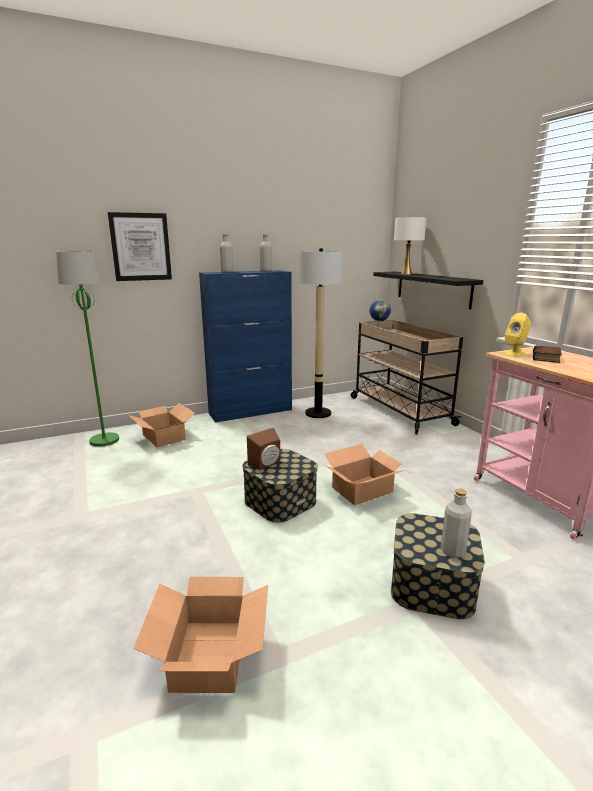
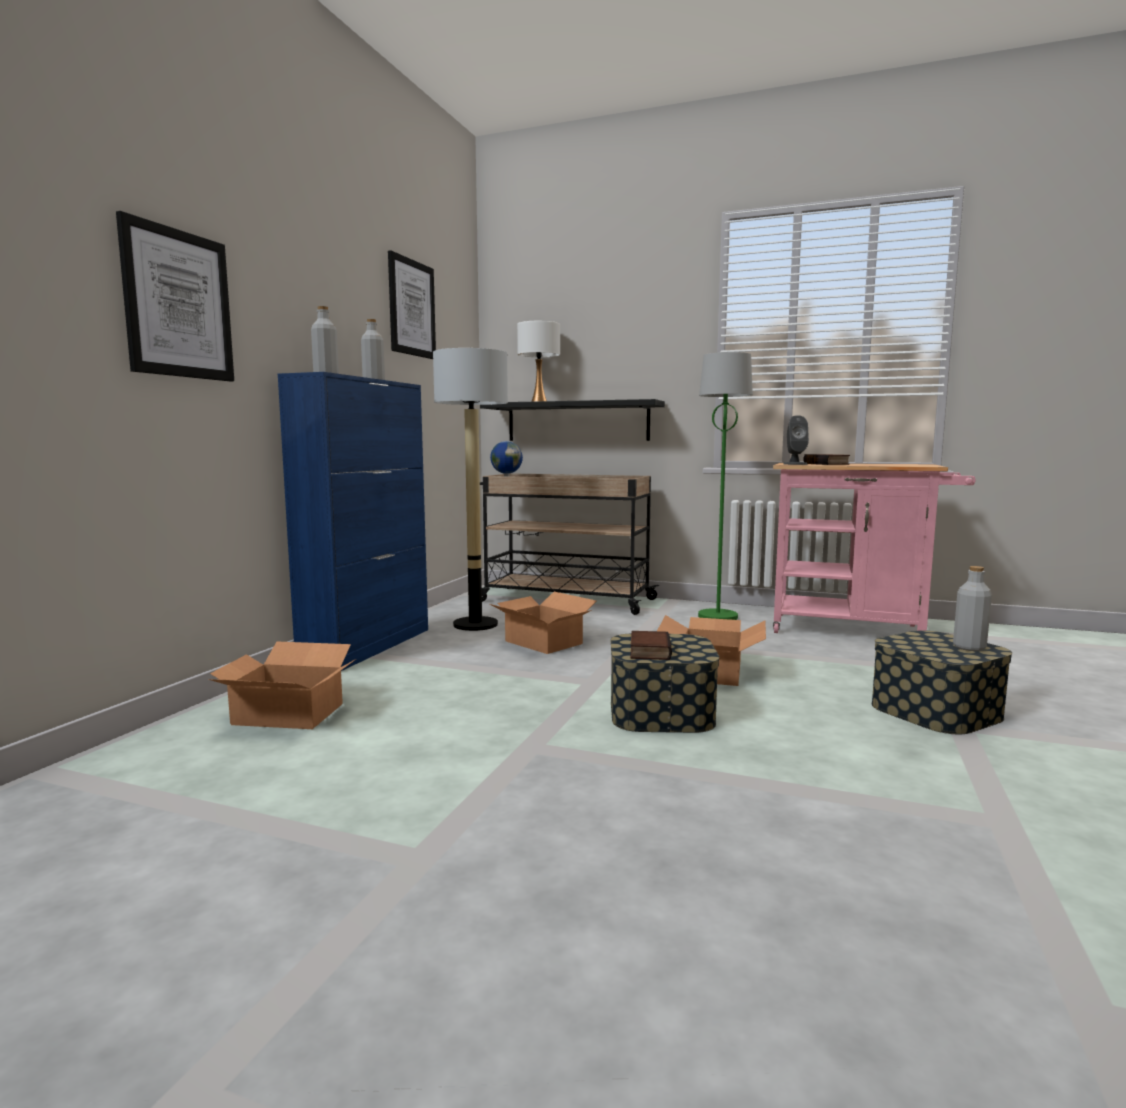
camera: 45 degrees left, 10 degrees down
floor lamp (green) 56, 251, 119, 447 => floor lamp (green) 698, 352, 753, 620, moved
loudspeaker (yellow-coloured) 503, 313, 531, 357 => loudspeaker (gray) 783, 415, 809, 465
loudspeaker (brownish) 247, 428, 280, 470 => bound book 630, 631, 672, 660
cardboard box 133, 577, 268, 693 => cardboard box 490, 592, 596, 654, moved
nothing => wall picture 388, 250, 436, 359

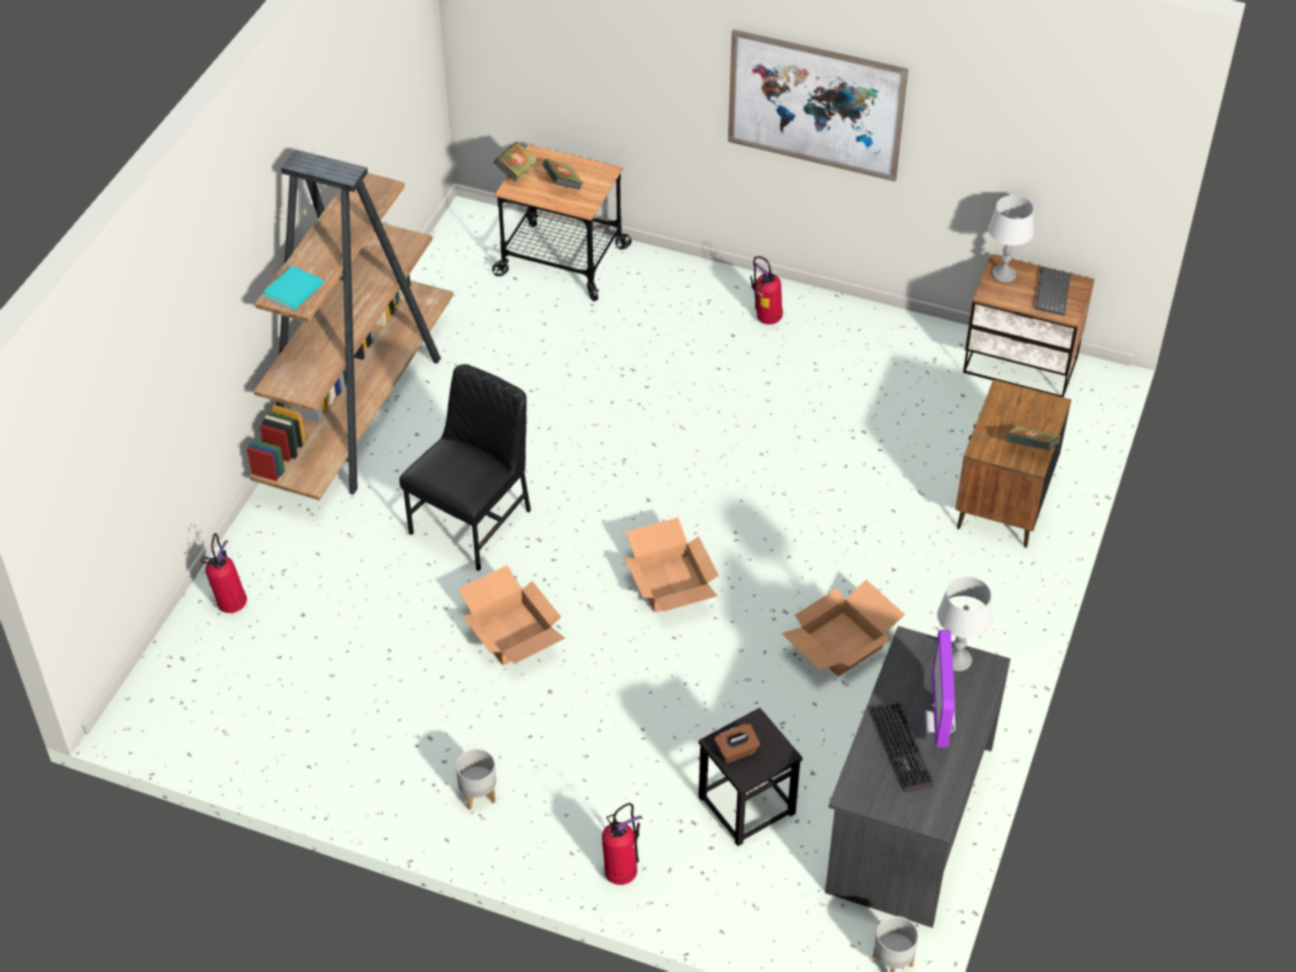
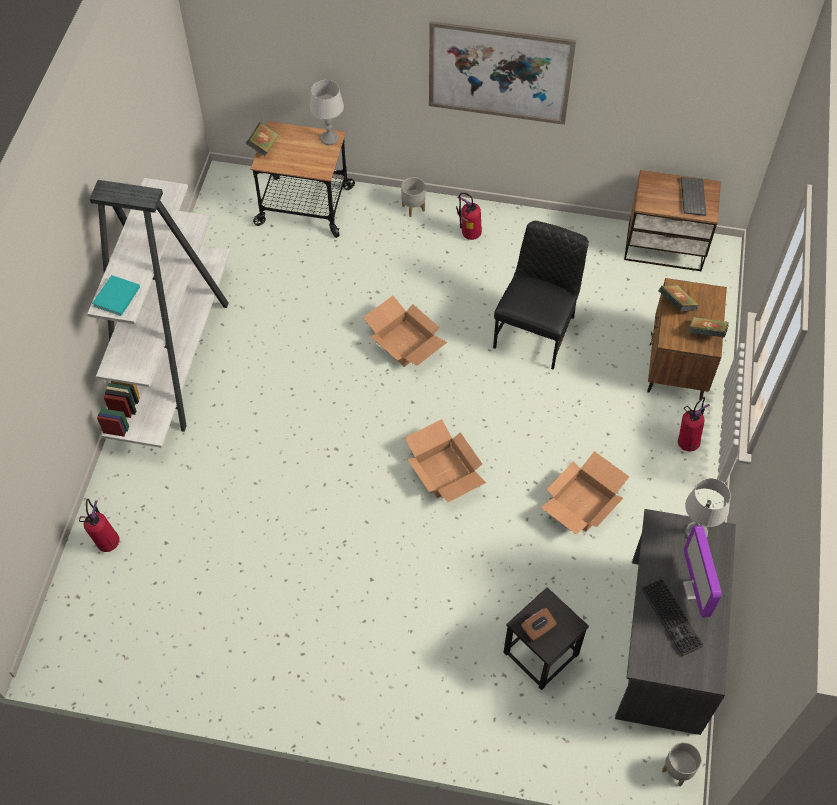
camera: 10 degrees left, 10 degrees up
shelving unit (brownish) 247, 149, 454, 501 => shelving unit (white) 87, 178, 230, 448
bound book 542, 159, 584, 190 => bound book 659, 285, 700, 311, moved
lamp for a table (gray) 988, 195, 1034, 283 => lamp for a table (gray) 309, 80, 344, 145, moved
chair (black-coloured) 399, 364, 531, 571 => chair (black-coloured) 493, 221, 589, 370, moved
cardboard box 458, 565, 565, 665 => cardboard box 363, 296, 447, 367, moved
plant pot (gray) 456, 749, 496, 810 => plant pot (gray) 401, 177, 425, 217, moved
extinguisher 602, 803, 643, 885 => extinguisher 678, 397, 710, 451, moved

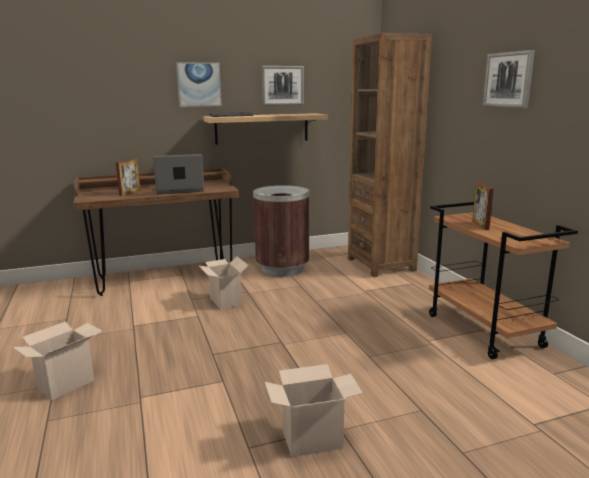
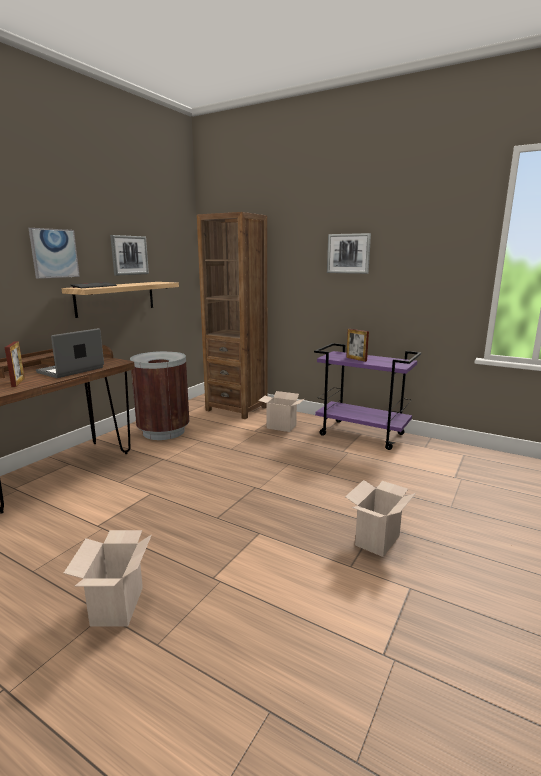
camera: 40 degrees left, 0 degrees up
cart (brownish) 429, 202, 578, 359 => cart (purple-coloured) 314, 343, 421, 450
cardboard box 198, 256, 249, 310 => cardboard box 258, 391, 304, 432, moved

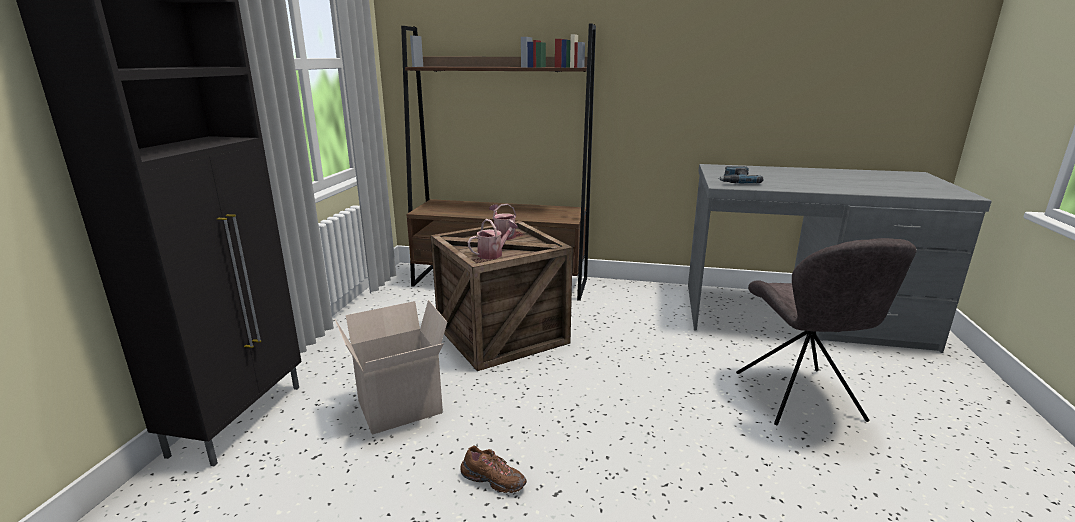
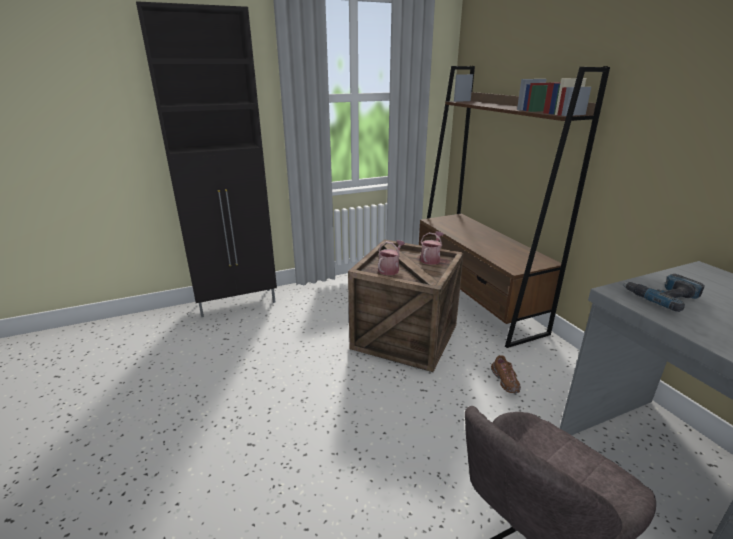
camera: 55 degrees right, 5 degrees up
watering can 468, 219, 518, 260 => watering can 378, 240, 405, 275, 75 degrees counterclockwise
cardboard box 335, 300, 447, 435 => nothing
shoe (brownish) 460, 446, 527, 493 => shoe (brownish) 491, 355, 521, 393, moved

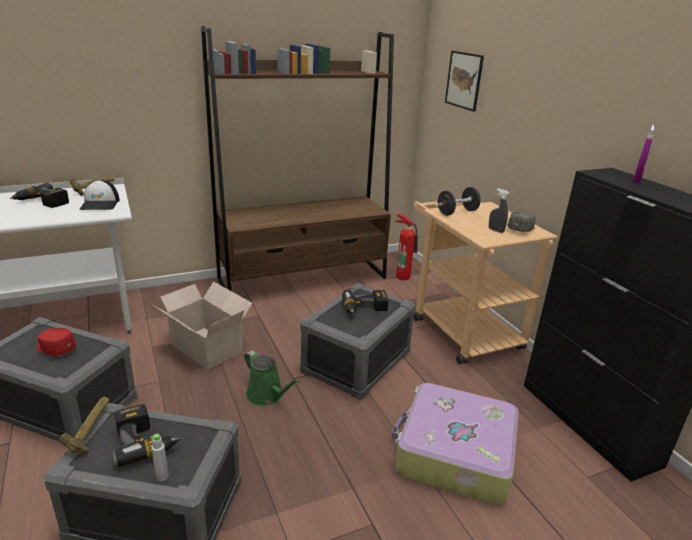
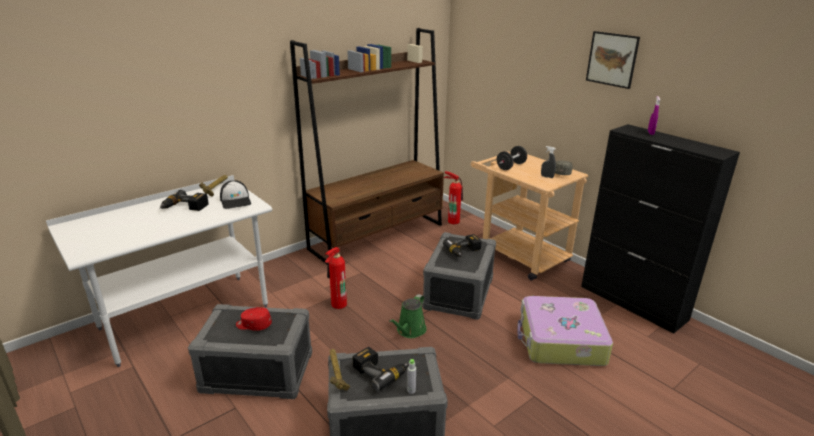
camera: 15 degrees left, 0 degrees up
wall picture 445, 51, 484, 112 => wall picture 586, 31, 640, 89, moved
cardboard box 153, 281, 252, 370 => extinguisher 325, 247, 347, 309
watering can (green) 244, 351, 300, 406 => watering can (green) 389, 294, 427, 338, 90 degrees clockwise

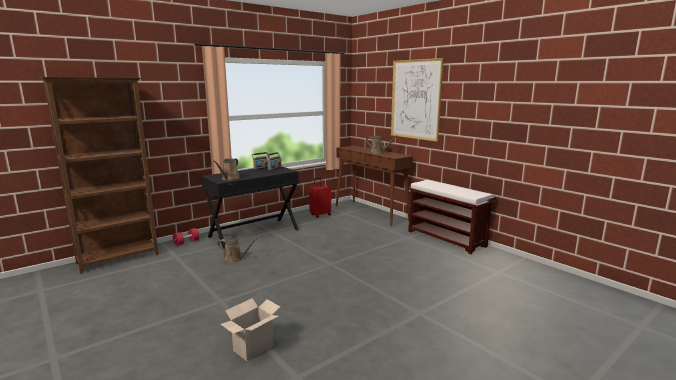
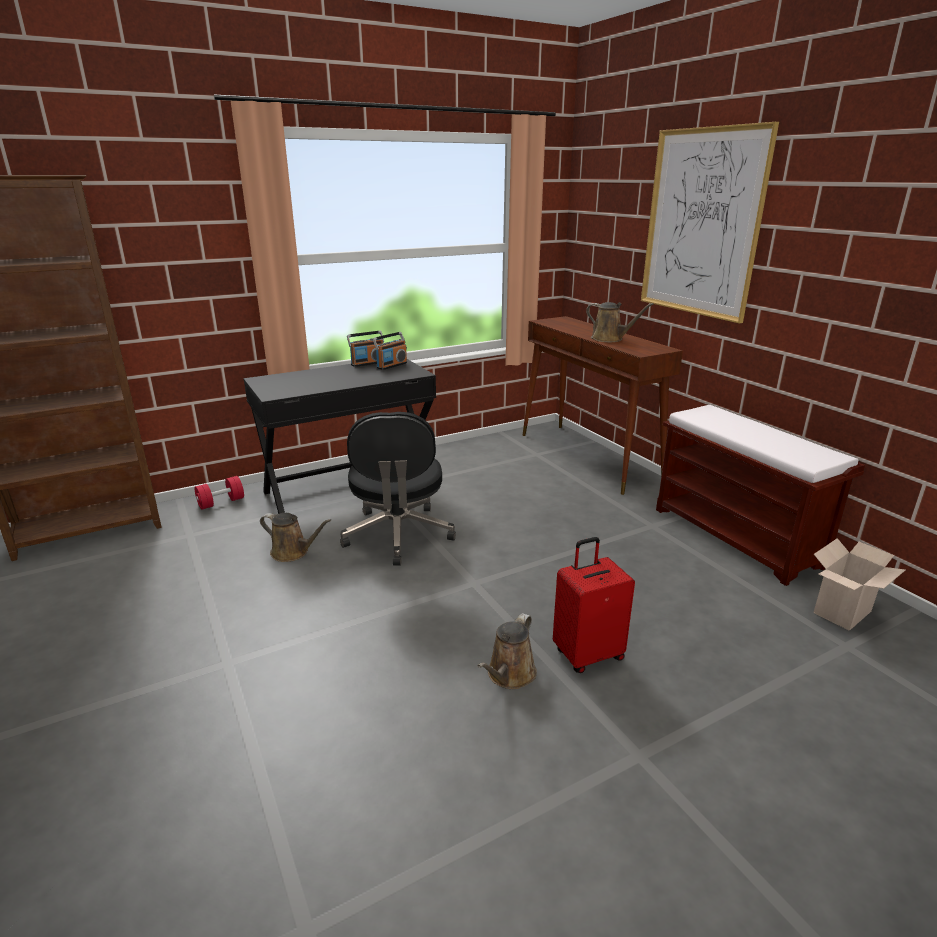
camera: 10 degrees right, 10 degrees up
watering can (brownish) 213, 158, 240, 181 => watering can (brownish) 477, 613, 537, 689, moved
travel case (red-coloured) 309, 177, 331, 218 => travel case (red-coloured) 553, 537, 635, 673, moved
cardboard box 220, 298, 280, 361 => cardboard box 814, 538, 905, 631, moved
nothing => desk chair (black-coloured) 340, 412, 456, 566

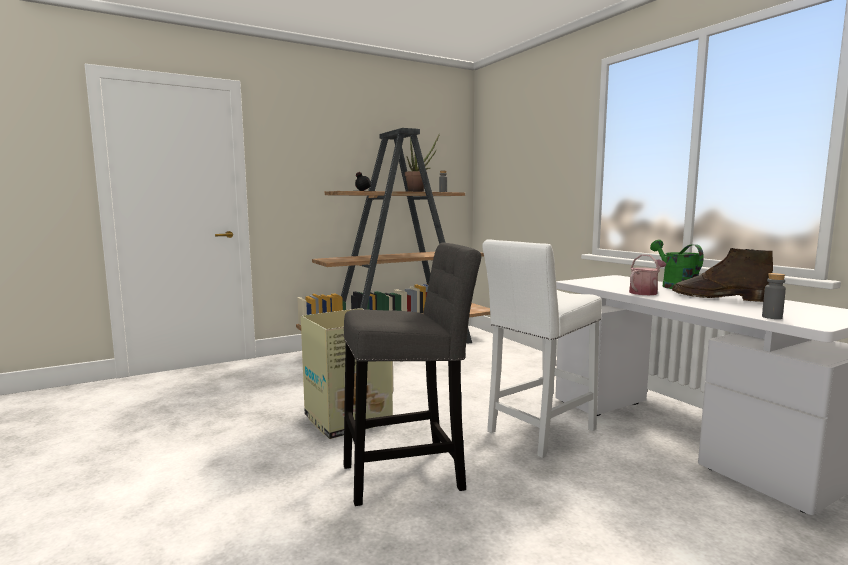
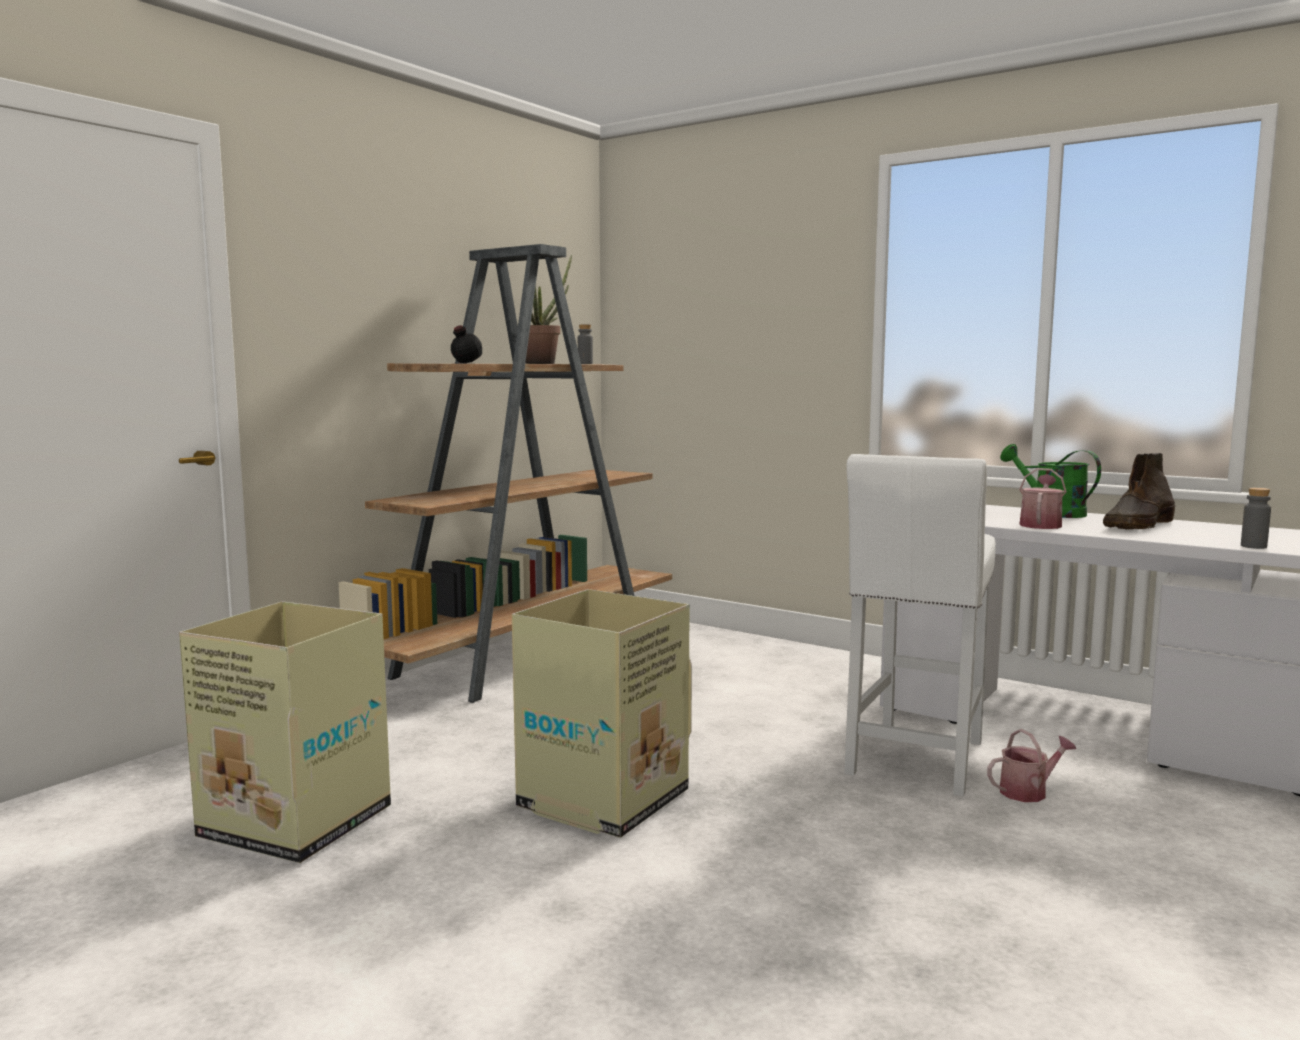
camera: 25 degrees left, 0 degrees up
sitting stool (gray) 344, 243, 481, 506 => nothing
boot (brownish) 672, 248, 773, 302 => boot (brownish) 1103, 453, 1175, 529, 45 degrees counterclockwise
nothing => cardboard box 179, 601, 391, 863
nothing => watering can 987, 729, 1076, 802

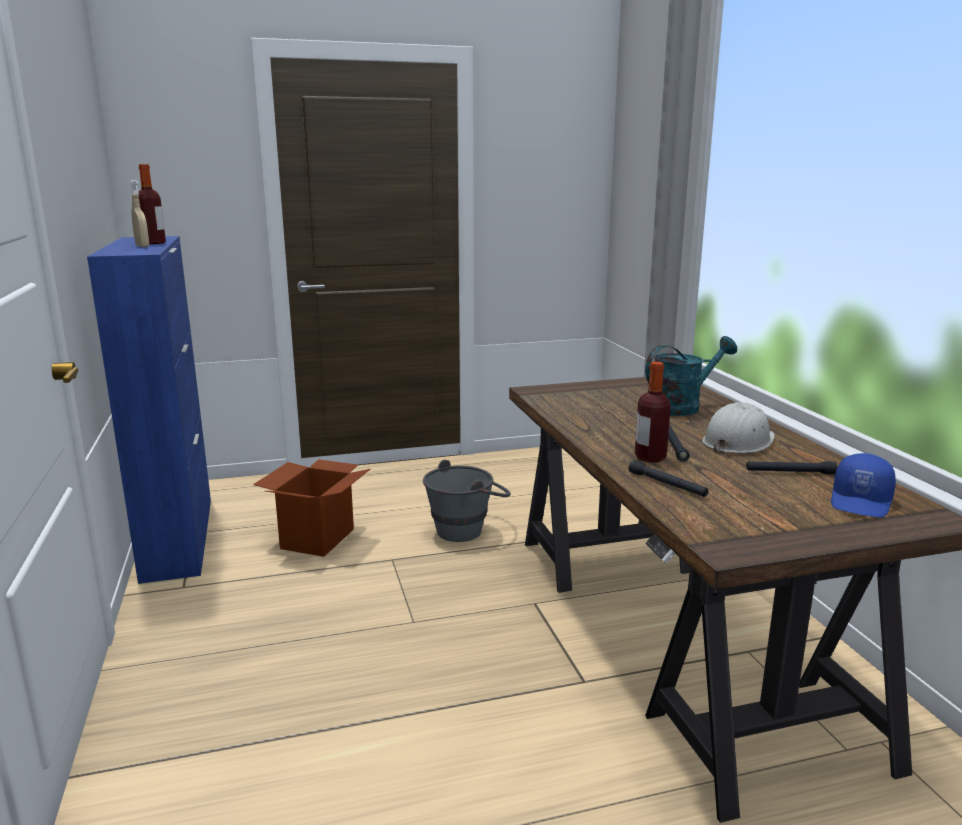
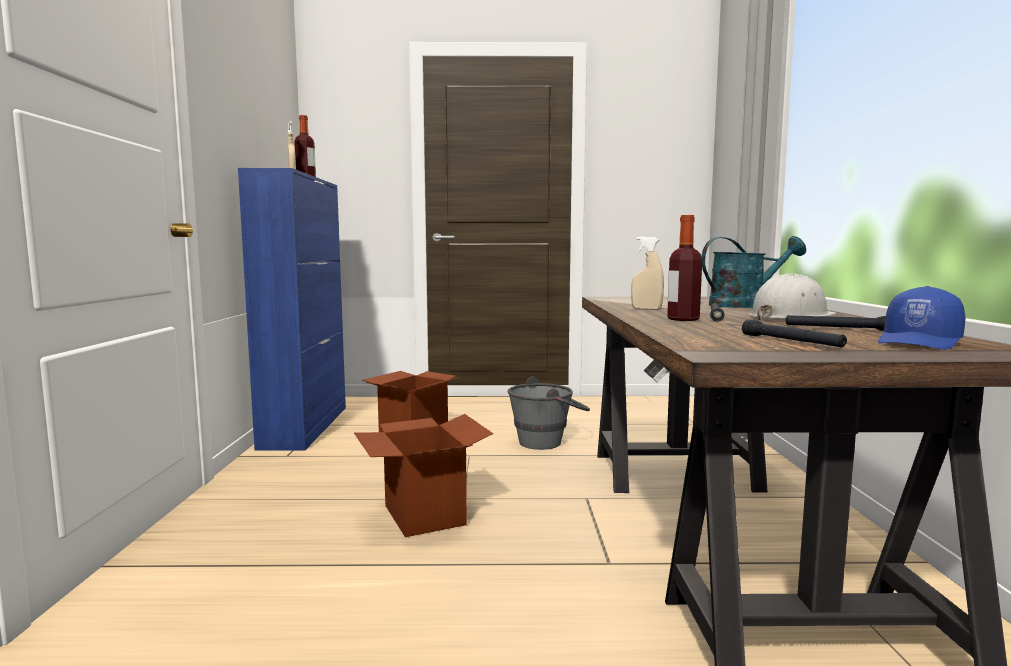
camera: 15 degrees right, 10 degrees down
torch (black-coloured) 629, 460, 708, 497 => torch (black-coloured) 742, 319, 847, 348, moved
nothing => hand sprayer (beige-coloured) 631, 236, 664, 310
nothing => cardboard box 354, 414, 493, 537

